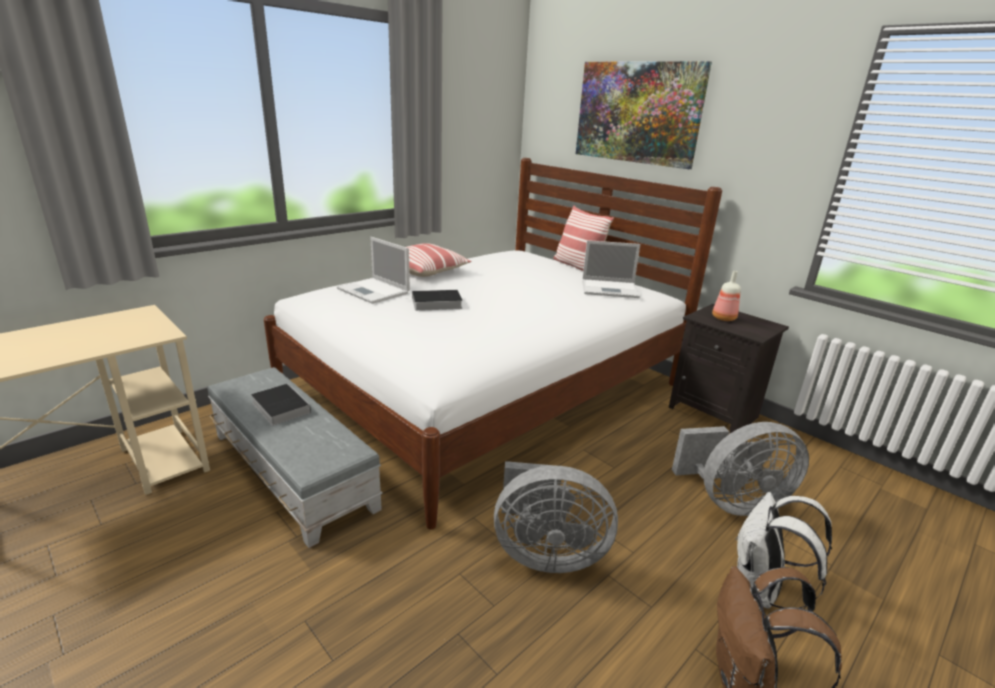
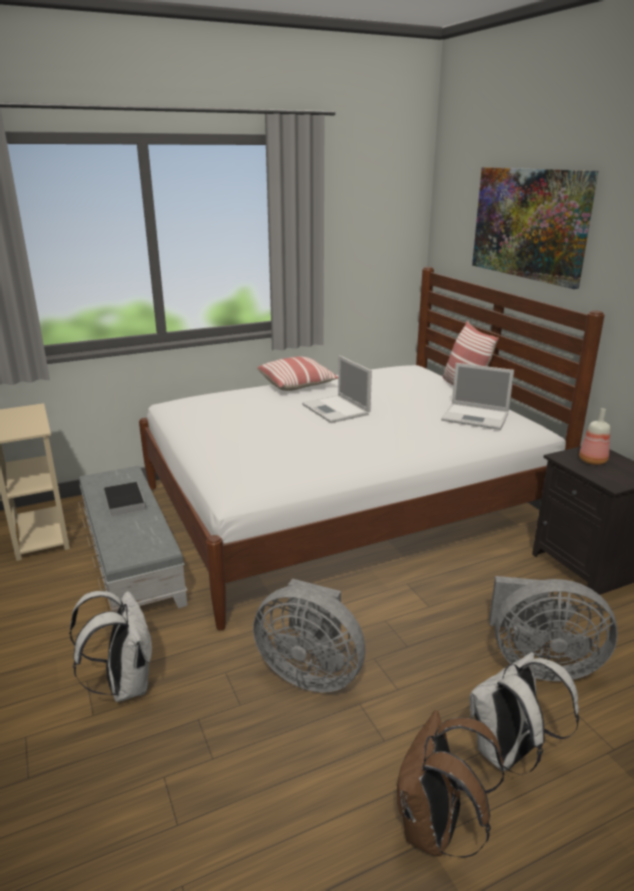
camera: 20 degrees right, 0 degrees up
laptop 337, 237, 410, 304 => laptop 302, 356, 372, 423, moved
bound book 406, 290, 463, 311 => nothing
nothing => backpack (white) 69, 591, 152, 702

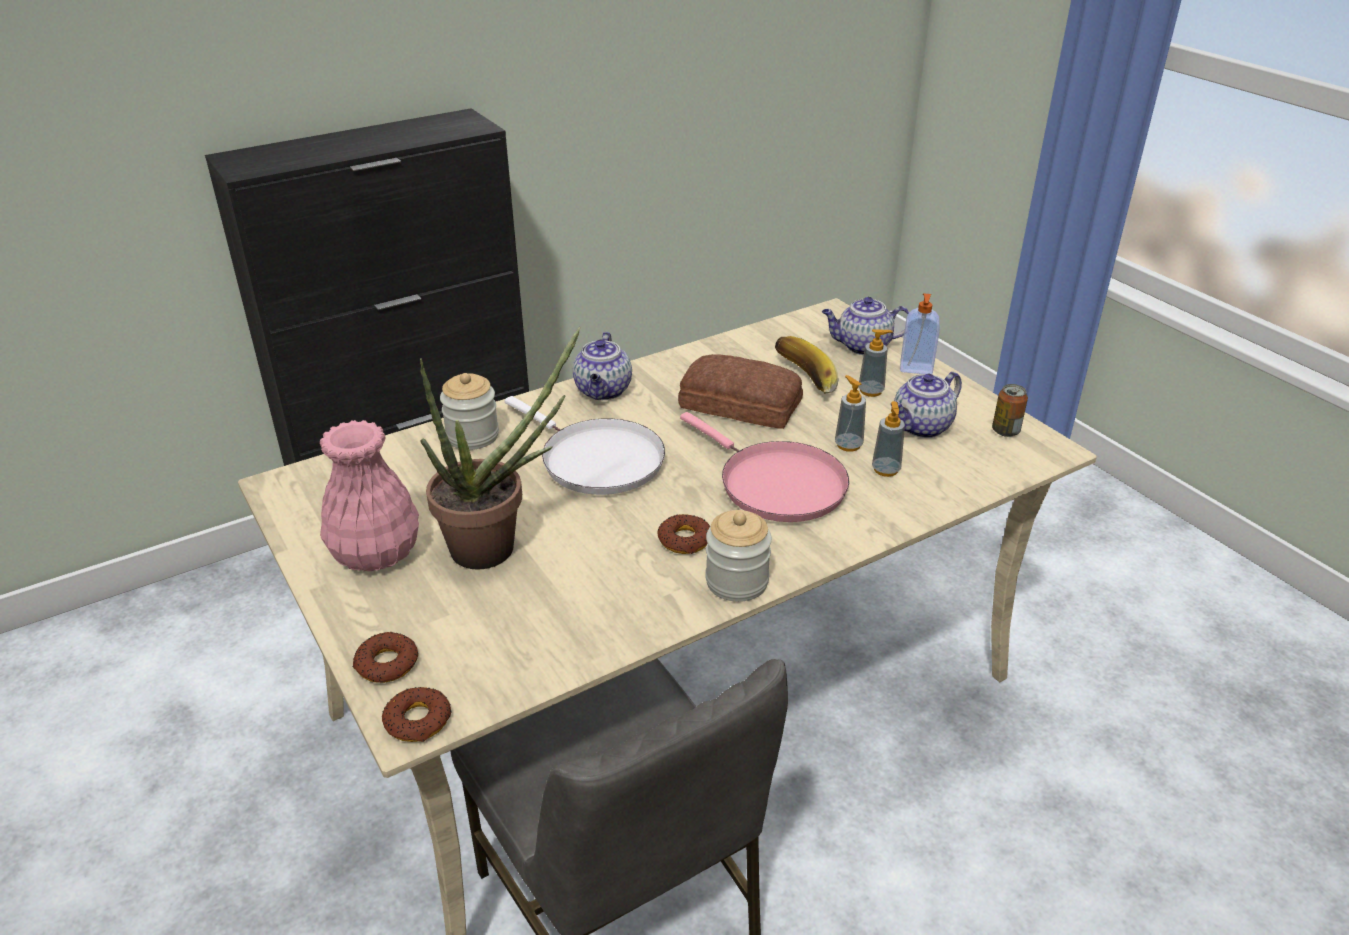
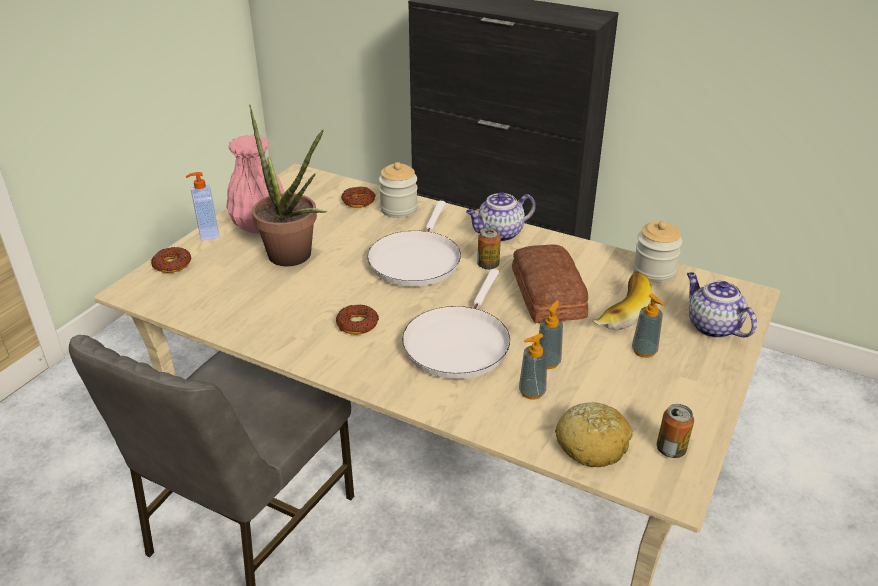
camera: 60 degrees right, 0 degrees up
soap dispenser 900, 293, 940, 374 => soap dispenser 186, 172, 220, 241, moved
teapot 890, 372, 962, 438 => nothing
skillet (pinkish) 680, 412, 849, 522 => skillet (white) 402, 269, 510, 379
jar 705, 510, 772, 602 => jar 633, 221, 682, 283, moved
doughnut 382, 687, 451, 742 => doughnut 341, 186, 376, 208, moved
nothing => can 477, 228, 501, 270
nothing => baked bread 555, 402, 633, 467

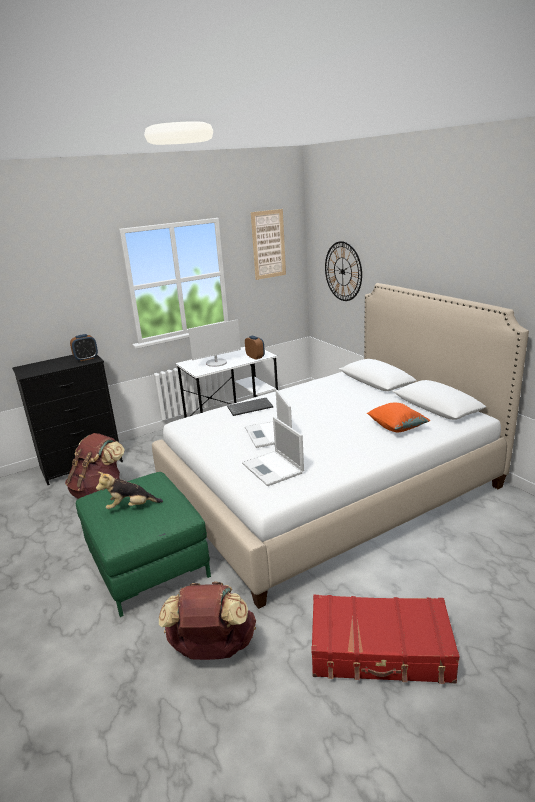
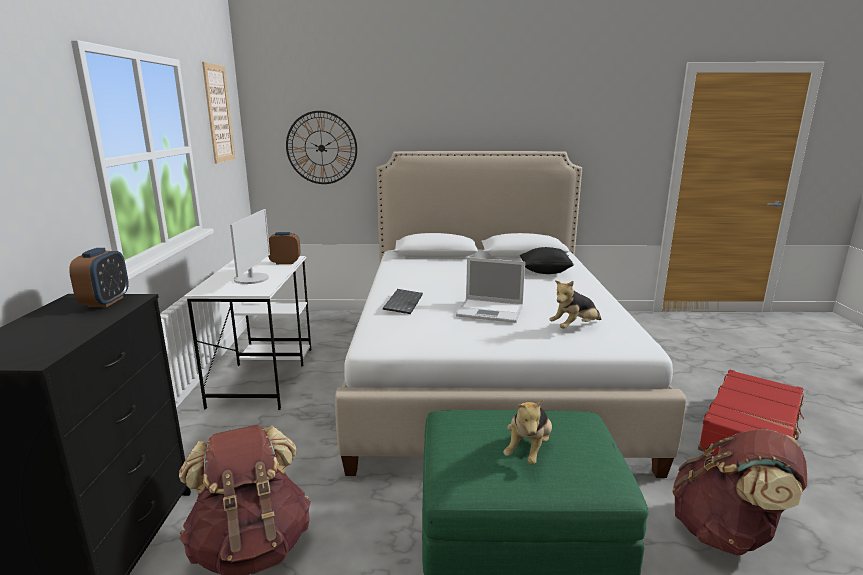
camera: 60 degrees left, 5 degrees down
cushion (orange-coloured) 367, 403, 430, 432 => cushion (black-coloured) 520, 247, 574, 274
laptop 242, 417, 304, 486 => cuddly toy 549, 280, 601, 328

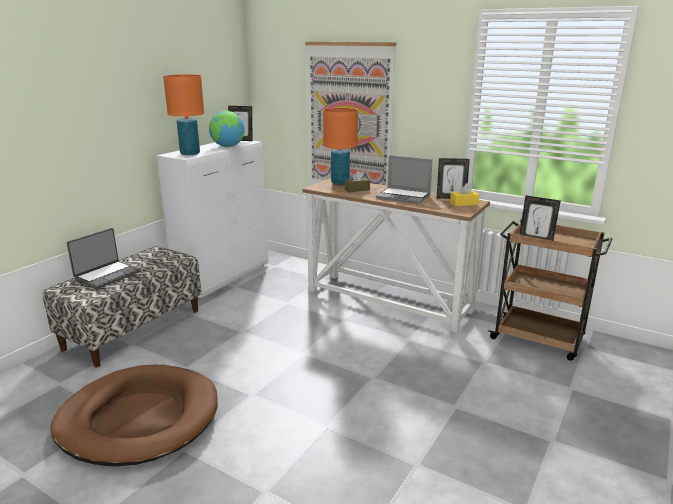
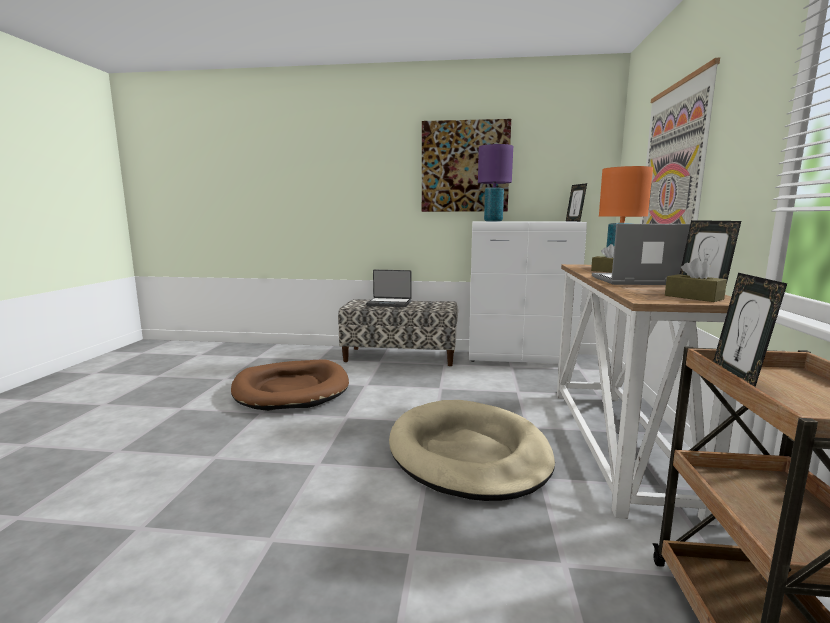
camera: 65 degrees right, 10 degrees down
lamp for a table (orange-coloured) 163, 74, 204, 155 => lamp for a table (purple-coloured) 478, 144, 513, 222
desk globe 209, 111, 244, 147 => nothing
laptop 376, 155, 433, 204 => laptop 592, 224, 690, 285, 90 degrees clockwise
tissue holder (yellow-coloured) 450, 183, 479, 206 => tissue holder (brownish) 665, 258, 727, 302
nothing => wall picture 422, 119, 511, 212
nothing => pet bed (beige-coloured) 389, 400, 555, 501

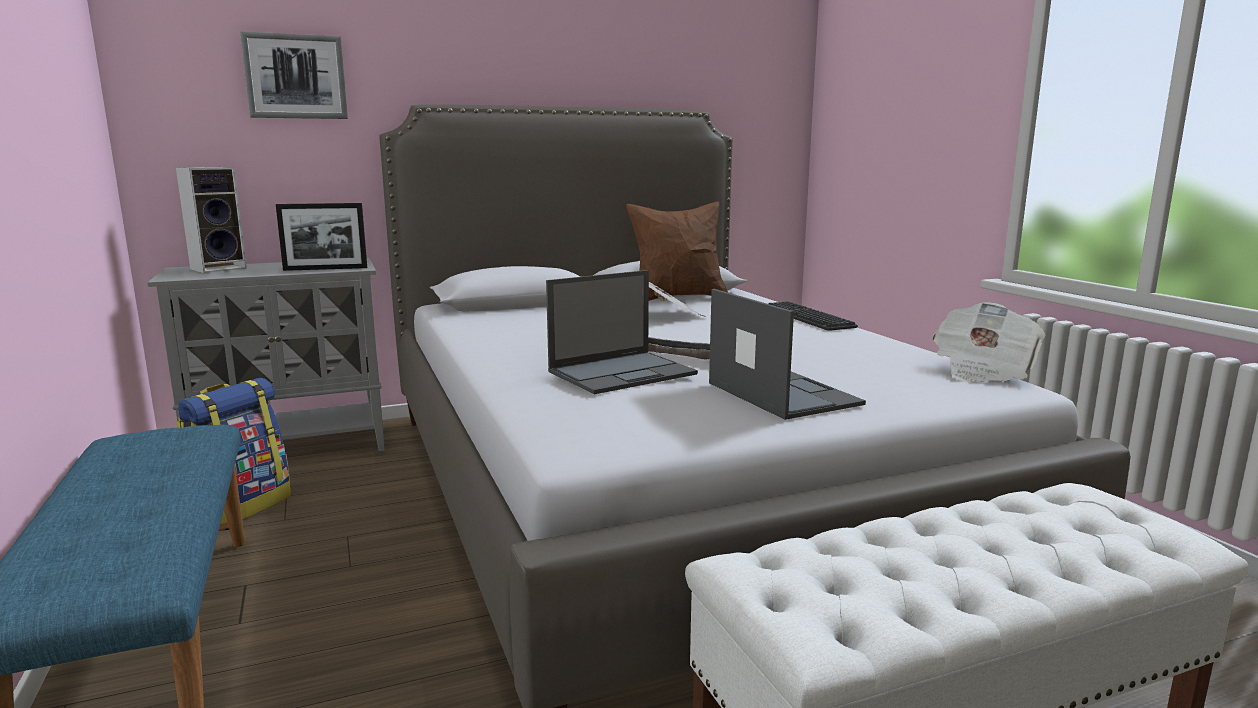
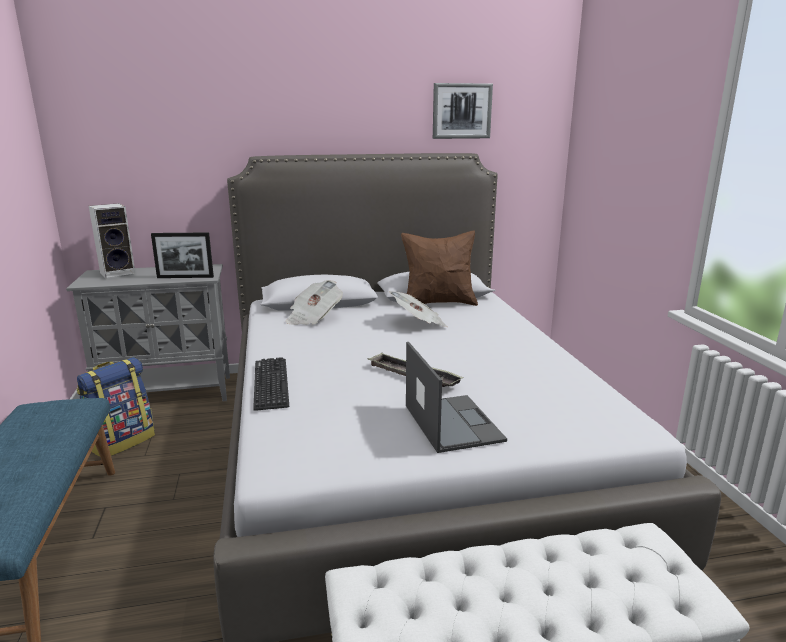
camera: 10 degrees right, 5 degrees up
wall picture 240, 31, 348, 119 => wall picture 433, 83, 493, 139, moved
laptop 546, 270, 698, 394 => nothing
keyboard 769, 301, 858, 331 => keyboard 253, 357, 289, 411, moved
newspaper 932, 302, 1045, 383 => newspaper 286, 280, 343, 325, moved

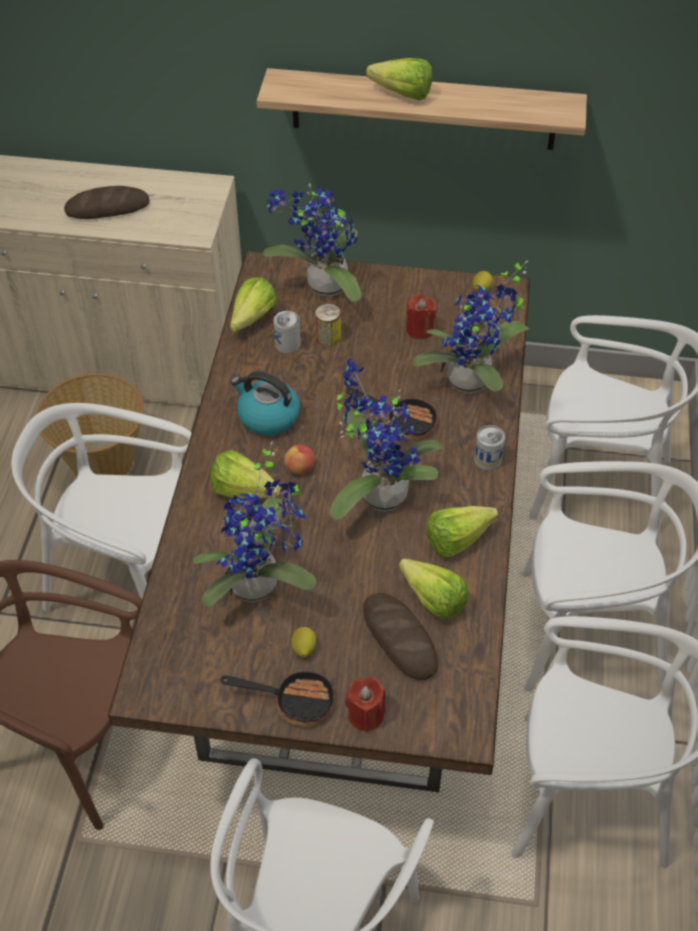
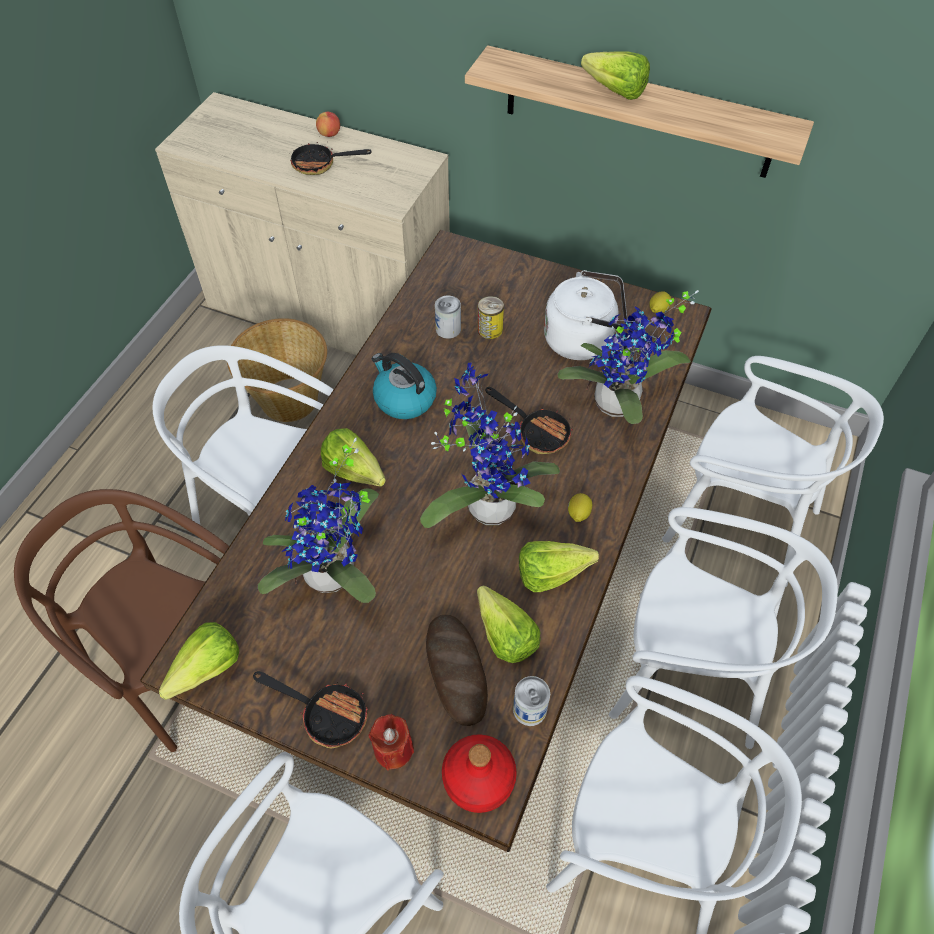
camera: 15 degrees right, 5 degrees up
houseplant 263, 183, 361, 302 => nothing
baked bread 64, 186, 150, 219 => skillet 289, 142, 372, 175
lettuce head 230, 277, 277, 332 => lettuce head 159, 622, 239, 700, moved
candle (red-coloured) 406, 294, 437, 339 => water kettle (white) 544, 270, 627, 360
can 474, 425, 505, 471 => can 513, 676, 550, 726, moved
apple 284, 444, 315, 474 => apple 316, 112, 340, 137, moved
lemon 291, 627, 316, 658 => lemon 568, 493, 592, 522, moved
nothing => beverage bottle (red-coloured) 442, 734, 517, 813

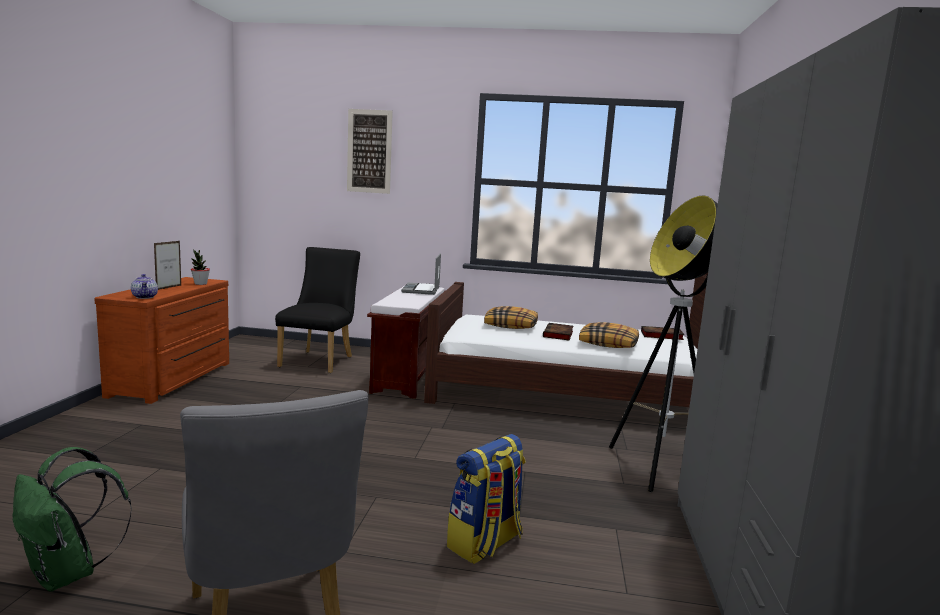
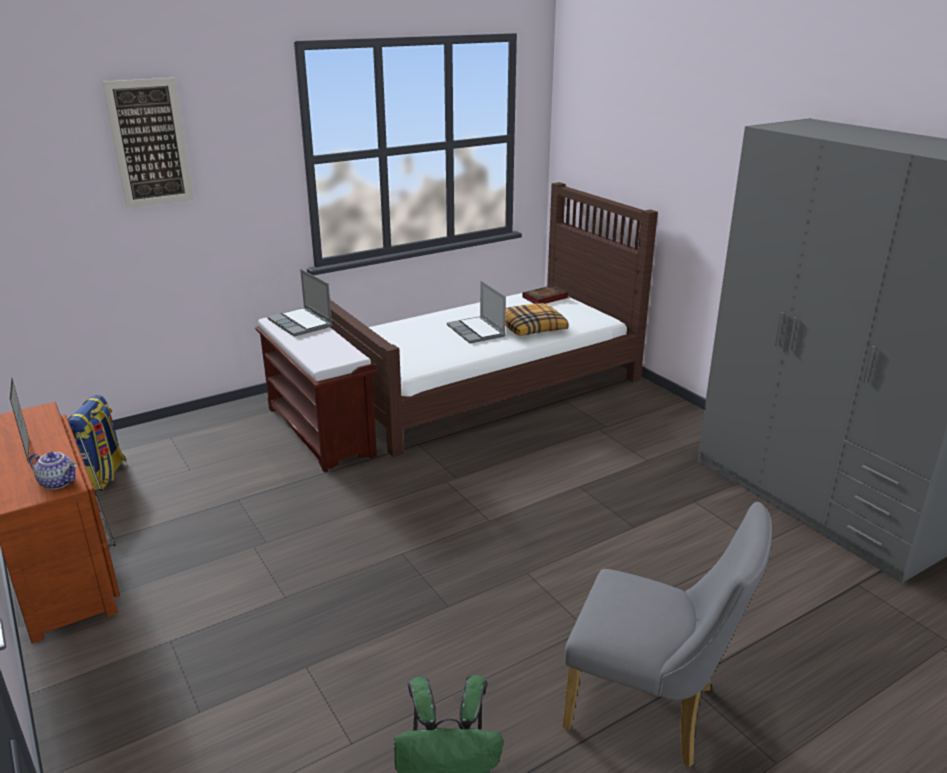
camera: 40 degrees left, 15 degrees up
floor lamp 609, 195, 718, 492 => nothing
chair (black-coloured) 275, 247, 360, 373 => nothing
houseplant 191, 250, 210, 285 => nothing
cushion 484, 306, 538, 329 => nothing
bound book 543, 323, 573, 341 => laptop 447, 281, 506, 343
backpack 447, 434, 526, 564 => backpack 68, 395, 127, 490, moved

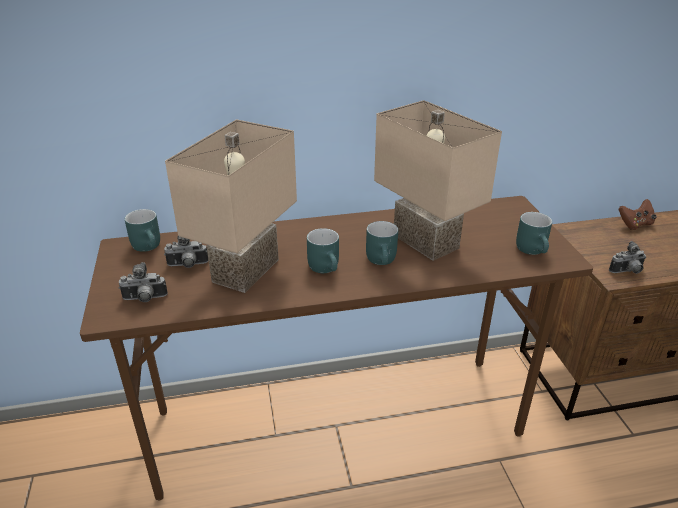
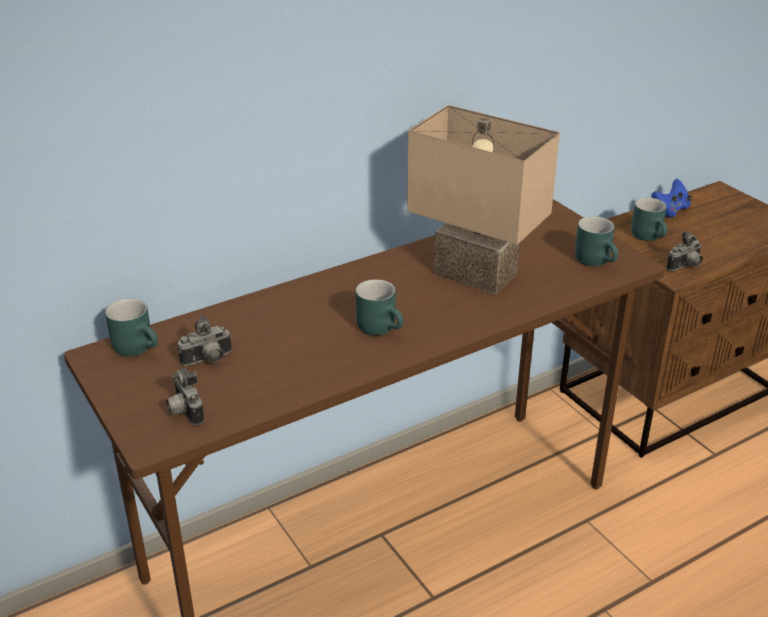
camera: 20 degrees left, 0 degrees up
lamp for a table (beige-coloured) 165, 119, 297, 293 => nothing
gamepad (brownish) 618, 199, 657, 230 => gamepad (blue-coloured) 652, 179, 692, 217
coffee mug (blue-green) 366, 221, 398, 265 => coffee mug (blue-green) 631, 198, 667, 241, moved
still camera 119, 262, 168, 302 => still camera 166, 368, 204, 426, 90 degrees clockwise

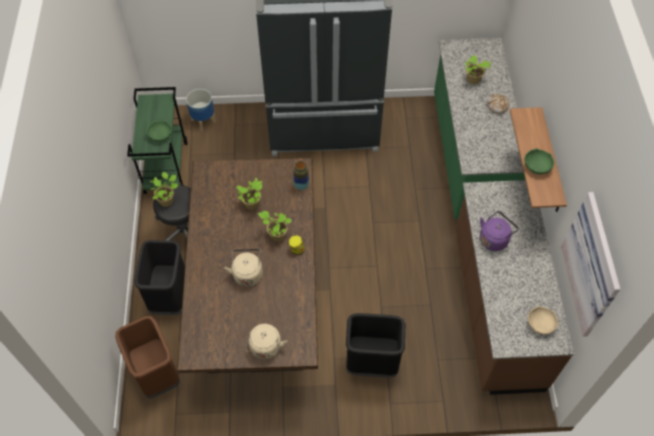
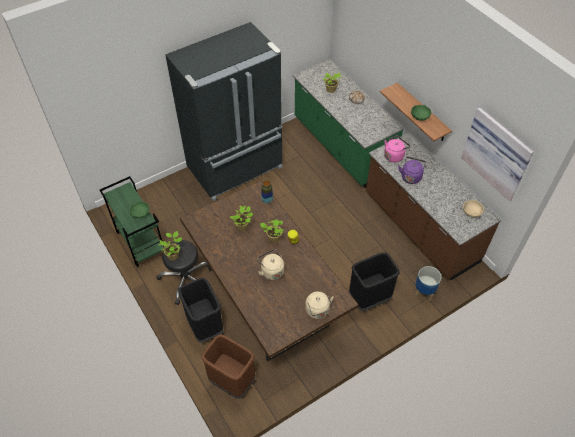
camera: 30 degrees left, 5 degrees down
plant pot 186, 89, 216, 131 => plant pot 415, 266, 441, 301, moved
nothing => water kettle (pinkish) 384, 135, 410, 162

